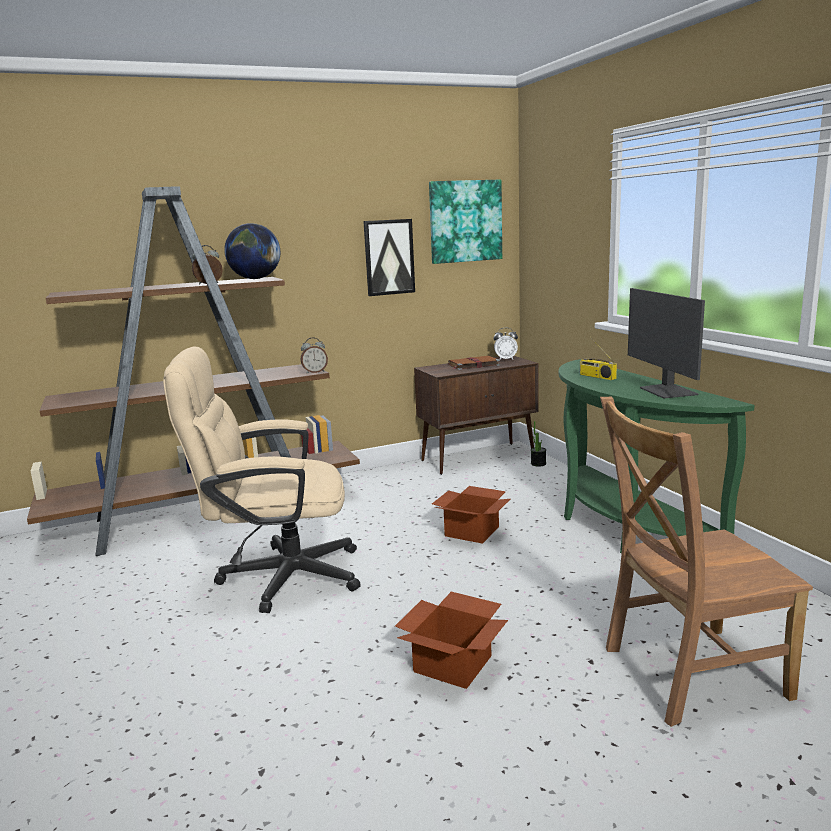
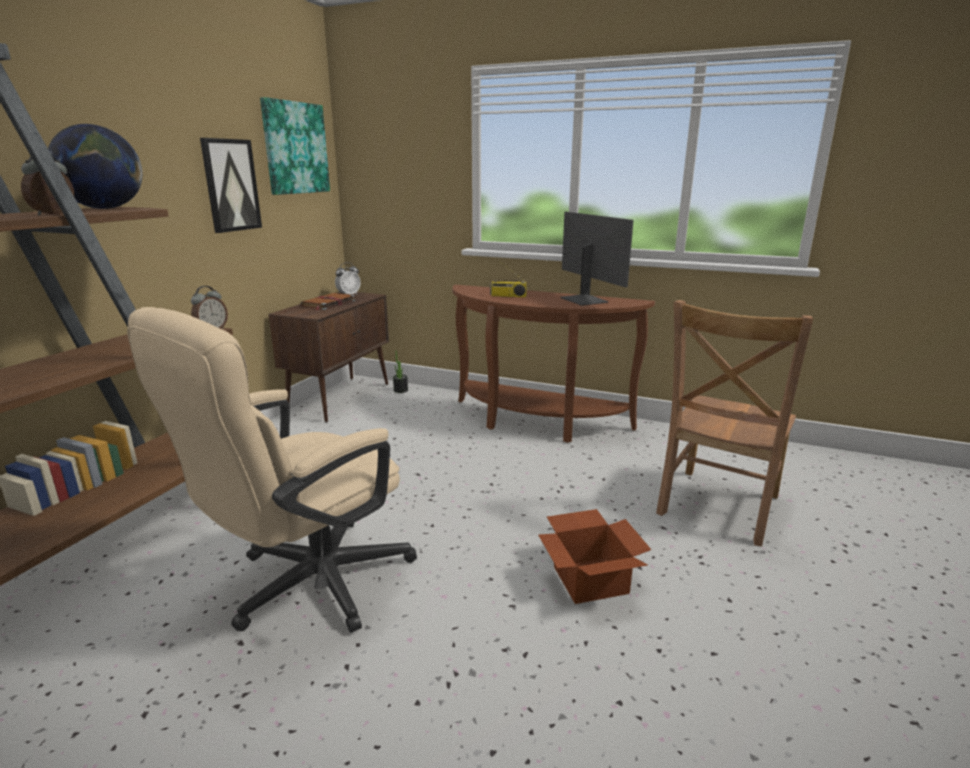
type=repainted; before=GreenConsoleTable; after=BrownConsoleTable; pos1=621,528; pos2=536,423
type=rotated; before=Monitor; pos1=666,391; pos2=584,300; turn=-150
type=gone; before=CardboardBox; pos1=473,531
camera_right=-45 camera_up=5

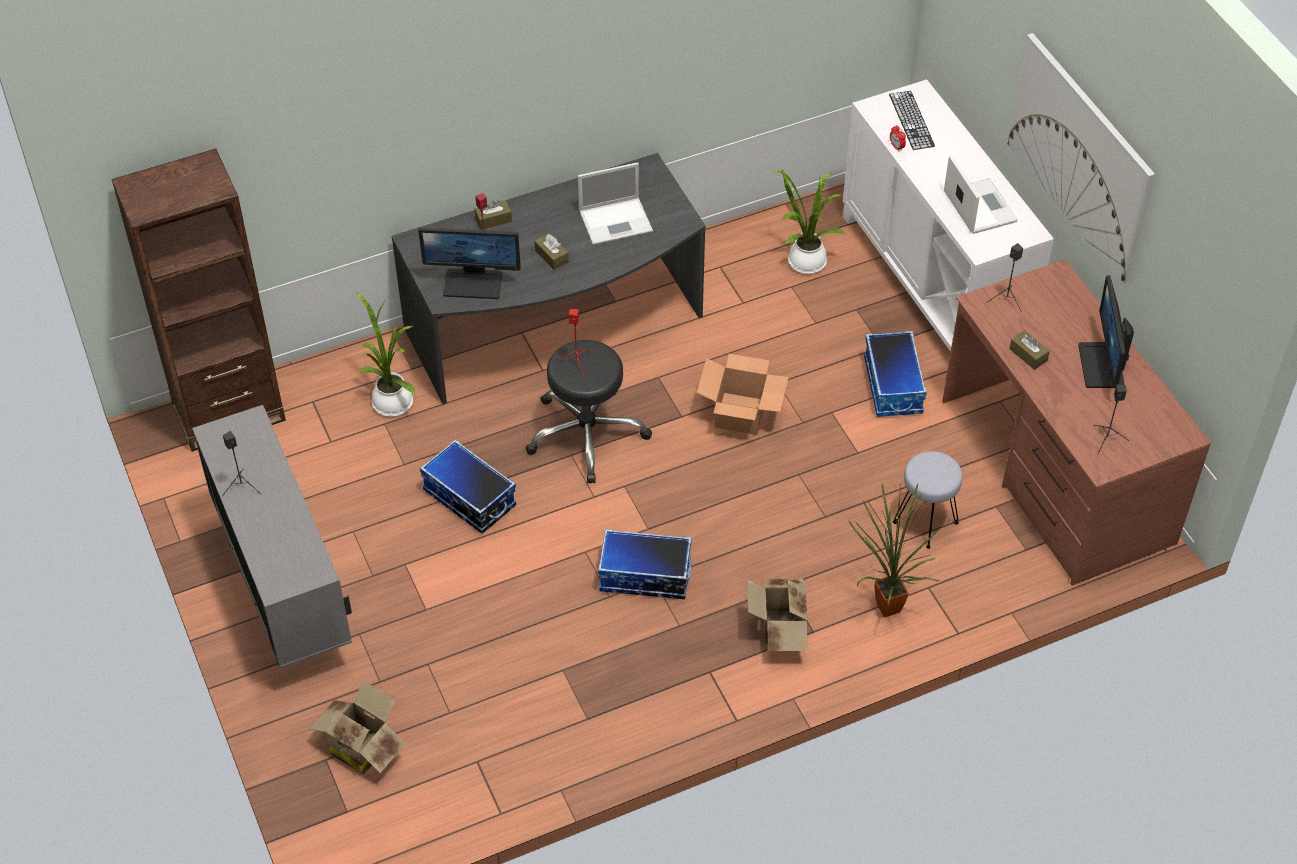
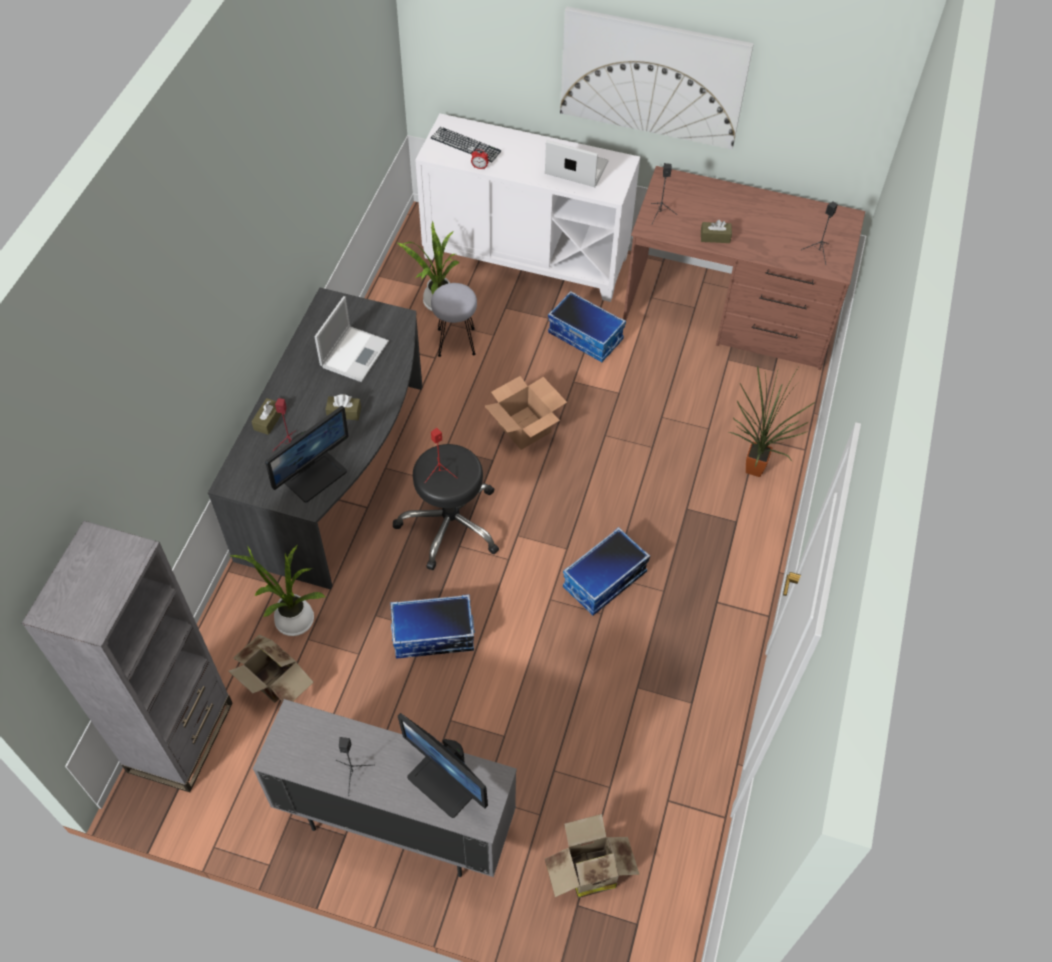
type=repainted; before=BrownBookcase; after=GreyBookcase; pos1=229,412; pos2=181,737
type=shifted; before=CardboardBox; pos1=779,630; pos2=274,684
type=shifted; before=Monitor; pos1=1102,365; pos2=445,782
type=shifted; before=GreyStool; pos1=925,522; pos2=455,342
camera_right=-50 camera_up=5

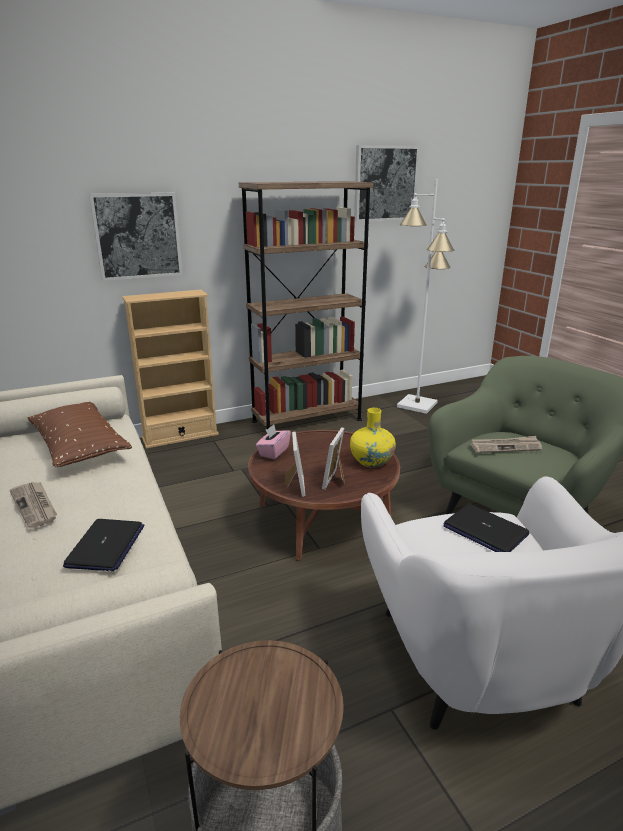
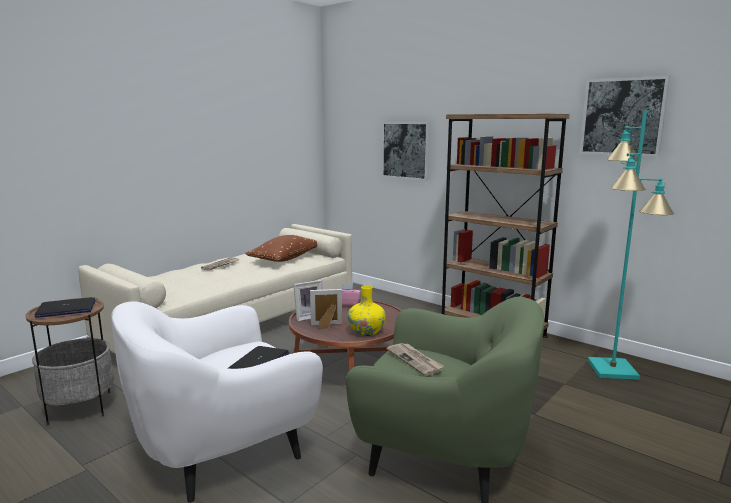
type=shifted; before=Laptop; pos1=106,546; pos2=66,309
type=repainted; before=WhiteFloorLamp; after=TurquoiseFloorLamp; pos1=416,404; pos2=612,369
type=gone; before=BeigeBookcase; pos1=180,436
camera_right=65 camera_up=-10

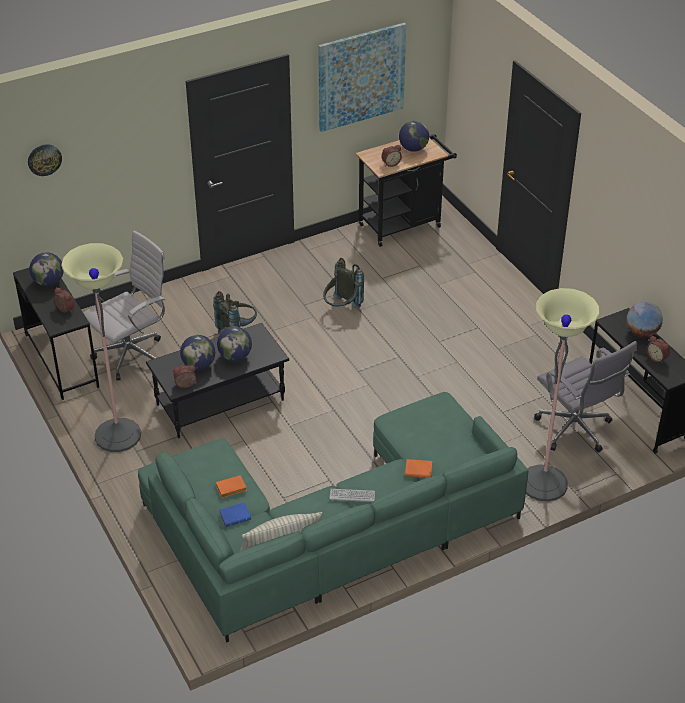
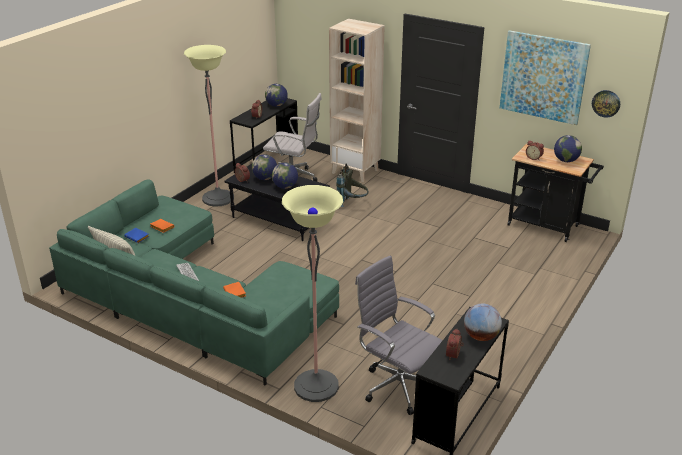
type=new; after=BeigeBookcase; pos2=355,171
type=rotated; before=GreyOfficeChair; pos1=576,431; pos2=396,385; turn=105
type=shifted; before=WallClock; pos1=44,159; pos2=606,103
type=gone; before=GreyBackpack; pos1=341,308
camera_right=60 camera_up=-10

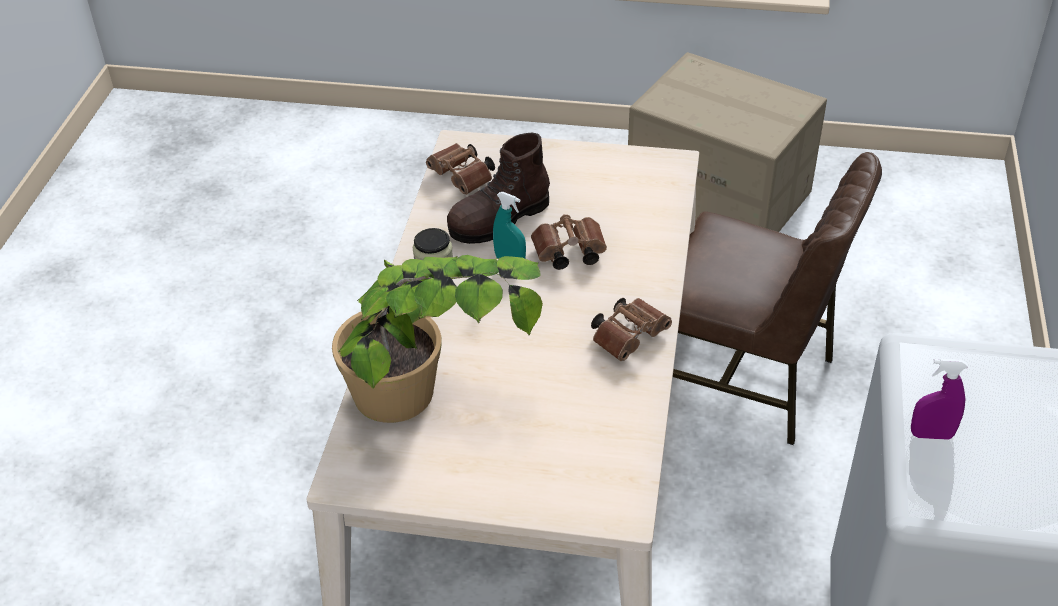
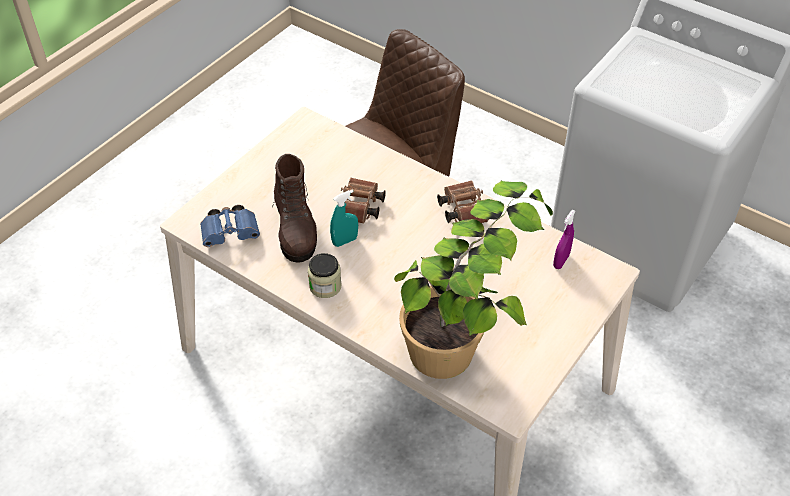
type=repainted; before=BrownBinoculars; after=BlueBinoculars; pos1=463,178; pos2=232,233
type=shifted; before=PurpleSprayBottle; pos1=931,435; pos2=561,261
type=gone; before=CardboardBox; pos1=719,196
camera_right=-65 camera_up=5

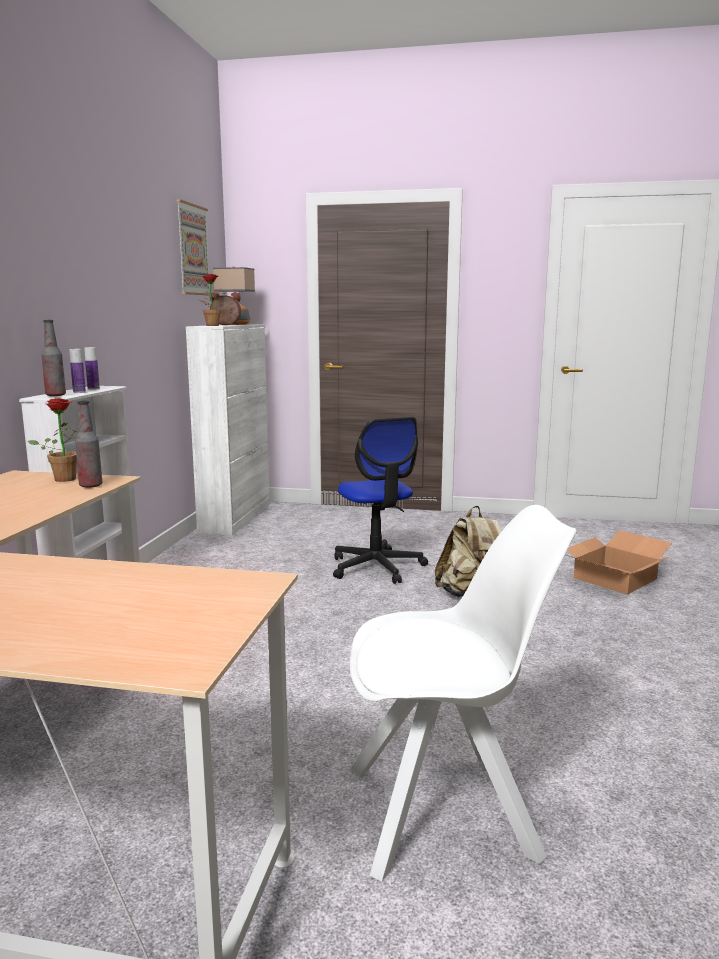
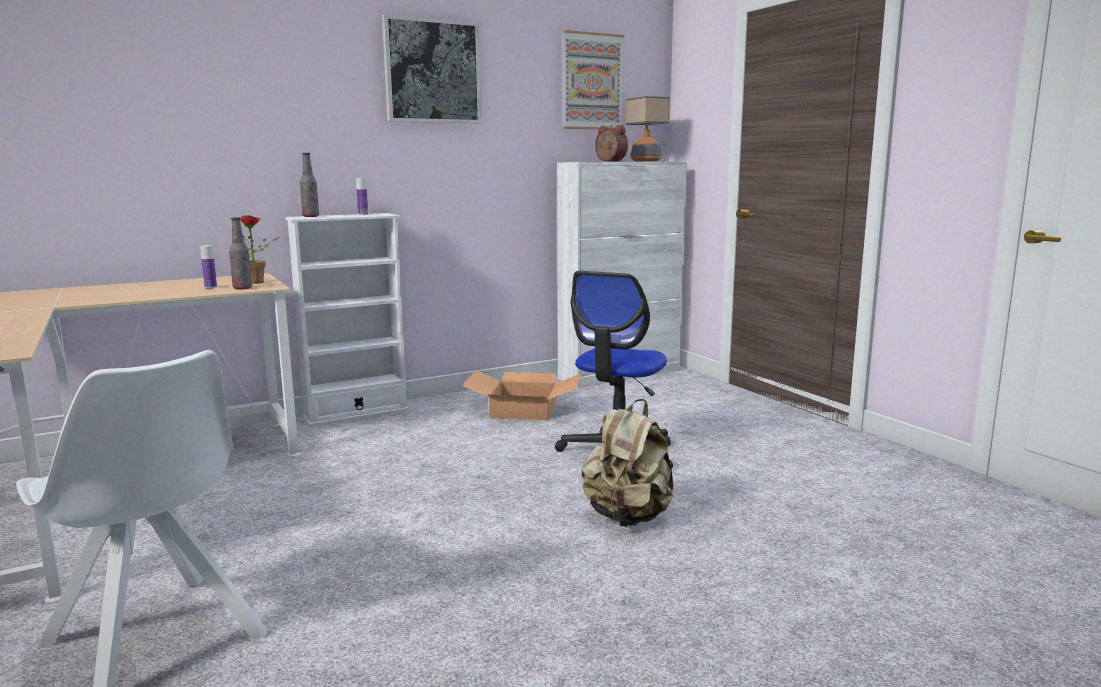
type=shifted; before=Bottle; pos1=79,392; pos2=210,287
type=new; after=Picture; pos2=432,71
type=shifted; before=CardboardBox; pos1=614,578; pos2=525,409
type=gone; before=PottedPlant; pos1=211,325
camera_right=50 camera_up=0

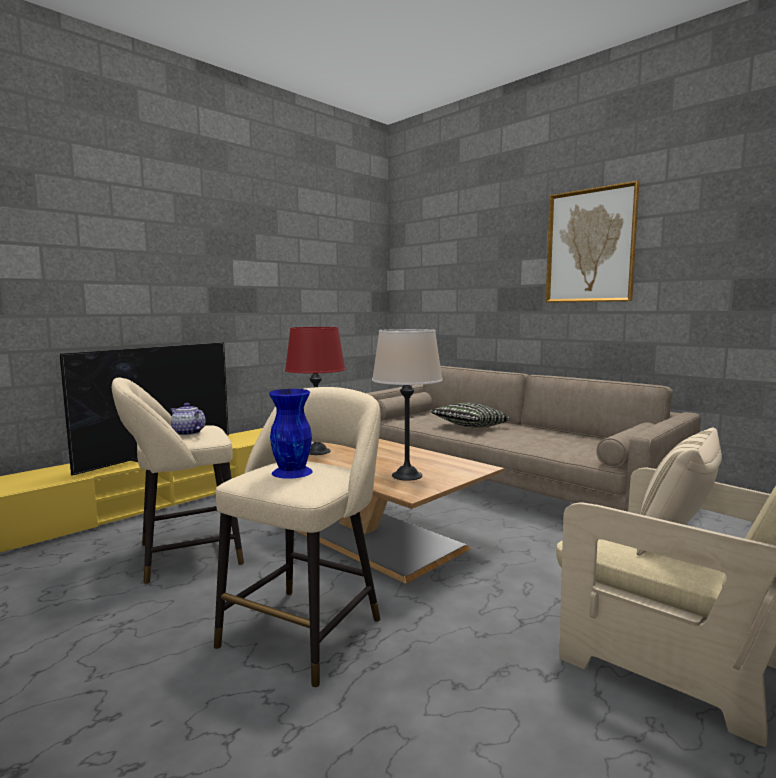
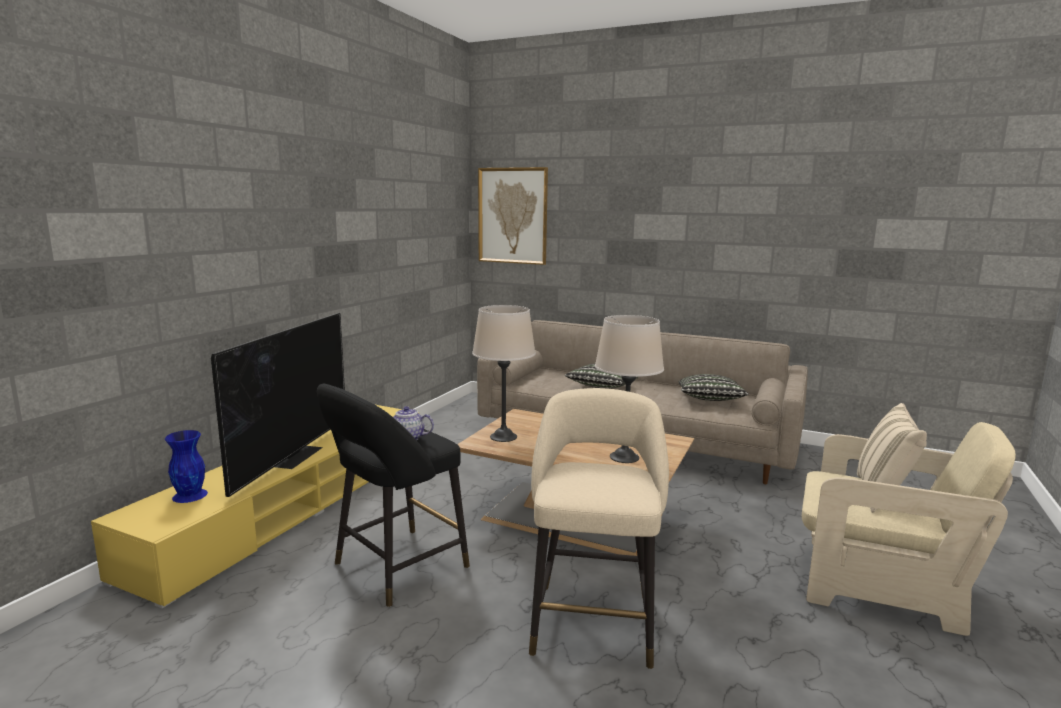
type=shifted; before=BlueVase; pos1=293,472; pos2=190,495
type=repainted; before=BeigeStool; after=BlackStool; pos1=183,556; pos2=395,568
type=repainted; before=RedTableLamp; after=BeigeTableLamp; pos1=317,451; pos2=503,437
type=shifted; before=Picture; pos1=590,246; pos2=513,216
type=new; after=Pillow; pos2=710,400
camera_right=-20 camera_up=5

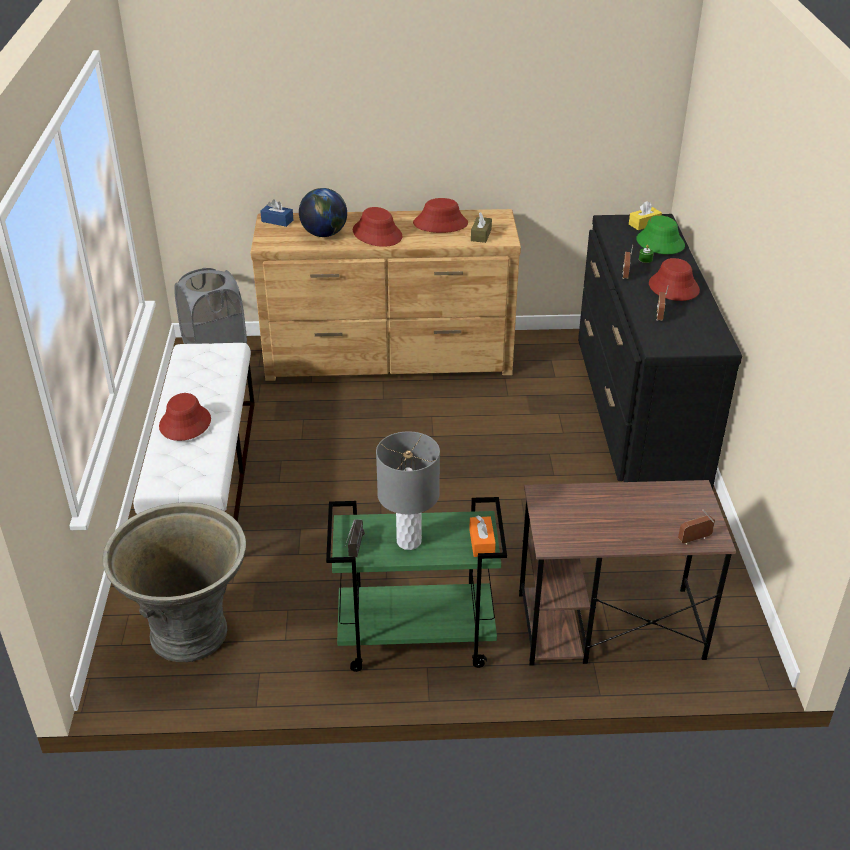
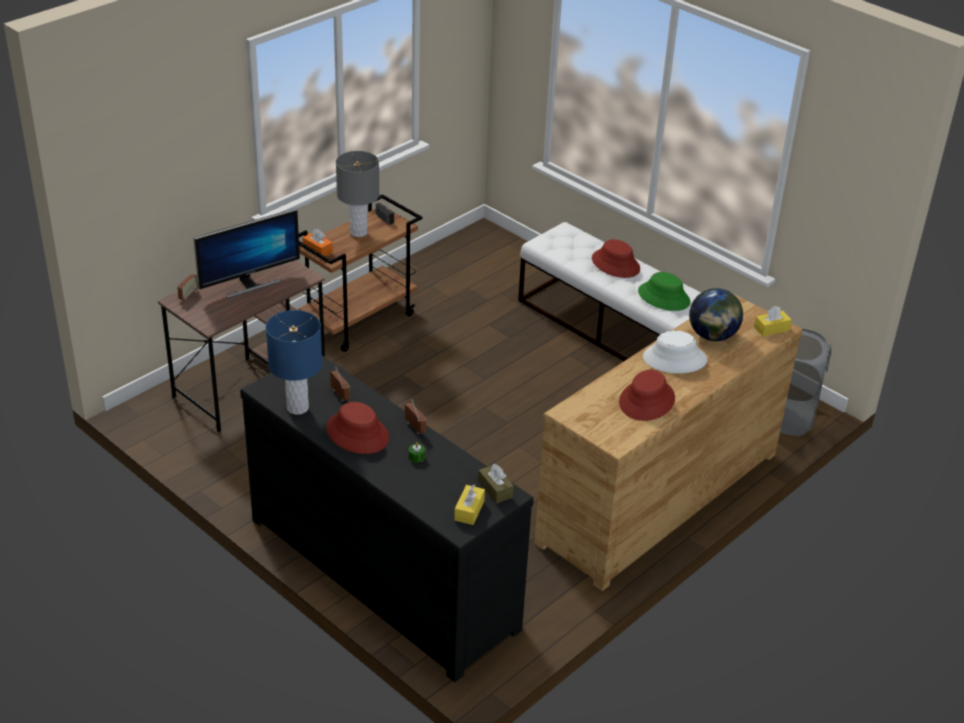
type=new; after=Monitor; pos2=250,284
type=new; after=BlueTableLamp; pos2=298,408
type=repainted; before=GreenCart; after=BrownCart; pos1=414,640; pos2=359,320
type=shifted; before=BrownTissueBox; pos1=481,235; pos2=495,489
type=shifted; before=GreenHat; pos1=660,243; pos2=664,297
type=repainted; before=RedHat; after=WhiteHat; pos1=377,234; pos2=674,359
type=repainted; before=BlueTissueBox; after=YellowTissueBox; pos1=277,221; pos2=771,329
type=gone; before=GreyPlanter; pos1=191,634
camera_right=135 camera_up=0

